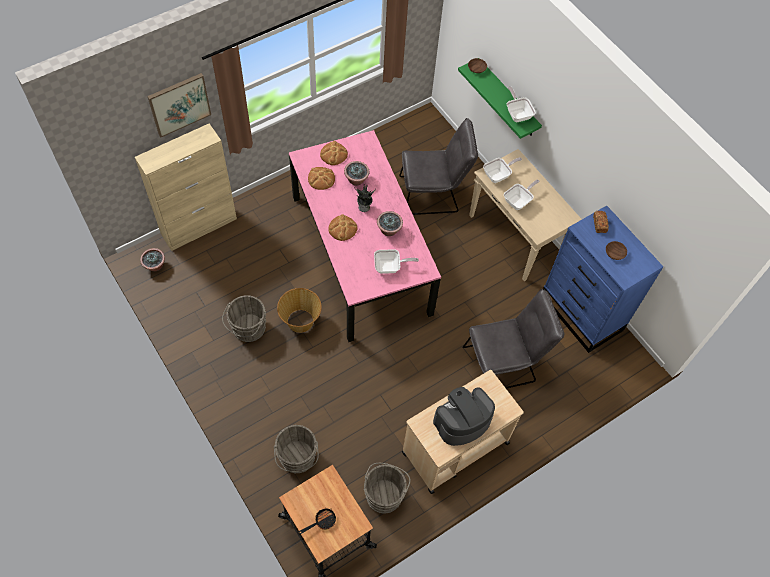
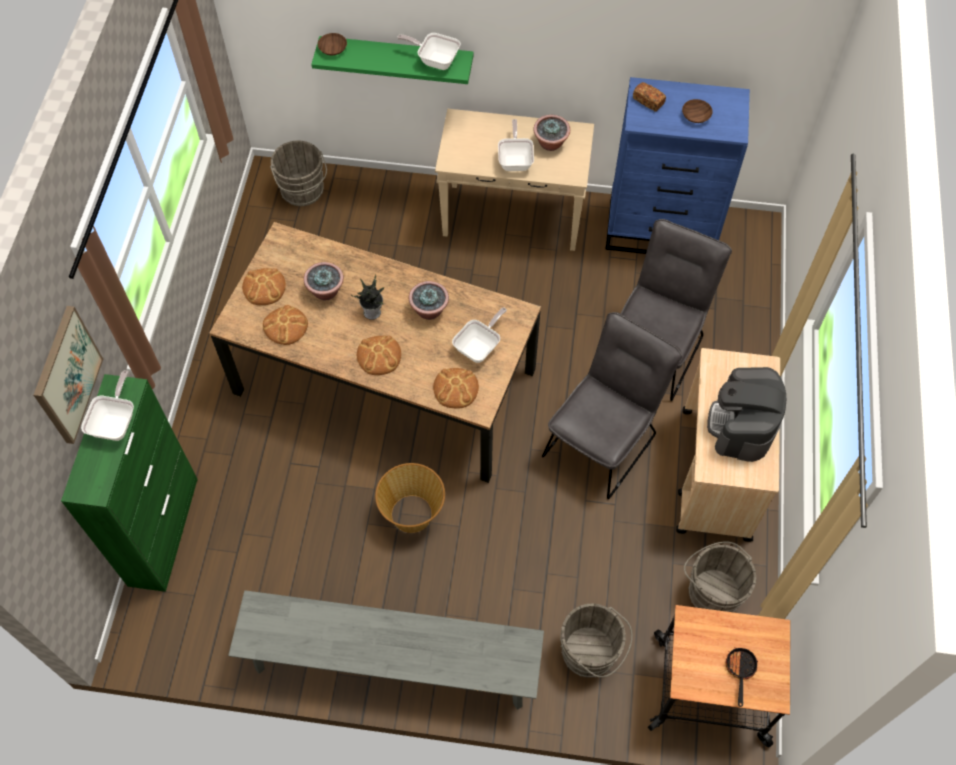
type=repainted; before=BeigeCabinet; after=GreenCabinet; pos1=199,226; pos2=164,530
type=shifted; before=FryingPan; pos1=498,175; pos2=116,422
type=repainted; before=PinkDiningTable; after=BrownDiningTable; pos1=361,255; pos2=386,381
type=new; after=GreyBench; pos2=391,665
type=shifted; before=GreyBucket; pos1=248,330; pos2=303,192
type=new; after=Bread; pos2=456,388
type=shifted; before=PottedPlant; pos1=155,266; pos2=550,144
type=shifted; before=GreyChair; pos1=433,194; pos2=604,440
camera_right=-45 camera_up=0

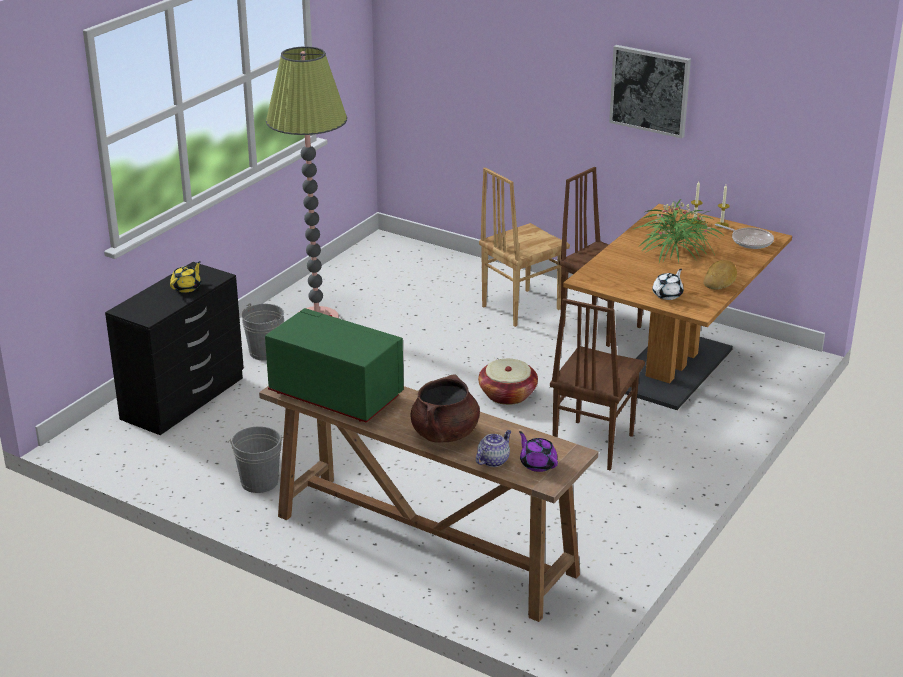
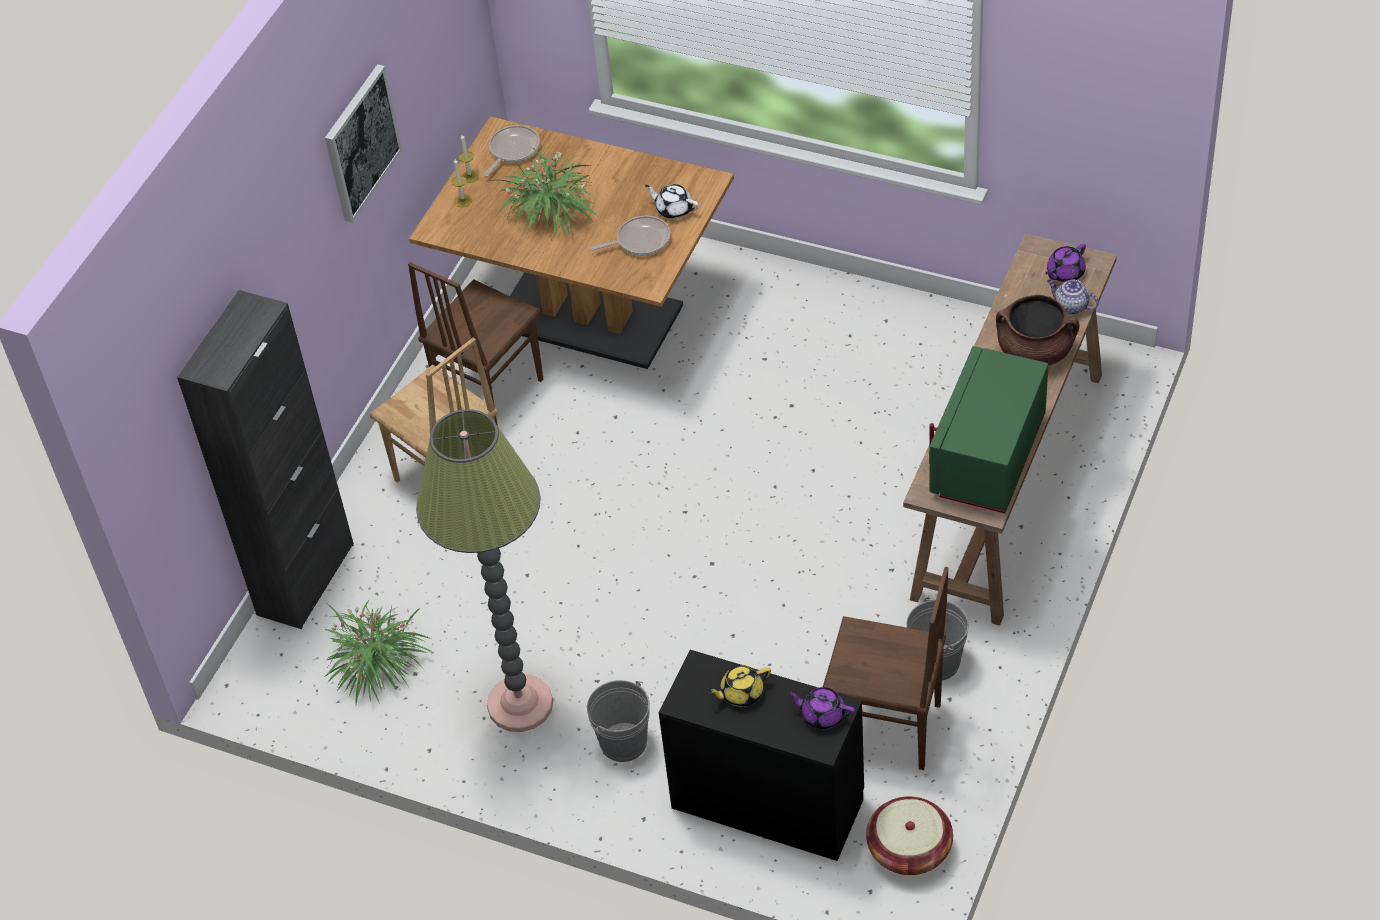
type=new; after=BlackCabinet; pos2=305,579
type=new; after=PottedPlant; pos2=377,665
type=new; after=FryingPan; pos2=640,241
type=rotated; before=YellowTeapot; pos1=186,287; pos2=741,693; turn=-45
type=new; after=PurpleTeapot; pos2=822,715
type=shifted; before=BrownChair; pos1=591,445; pos2=887,730
type=shifted; before=Basket; pos1=507,394; pos2=909,849
type=gone; before=Bread; pos1=720,279
camera_right=-95 camera_up=20

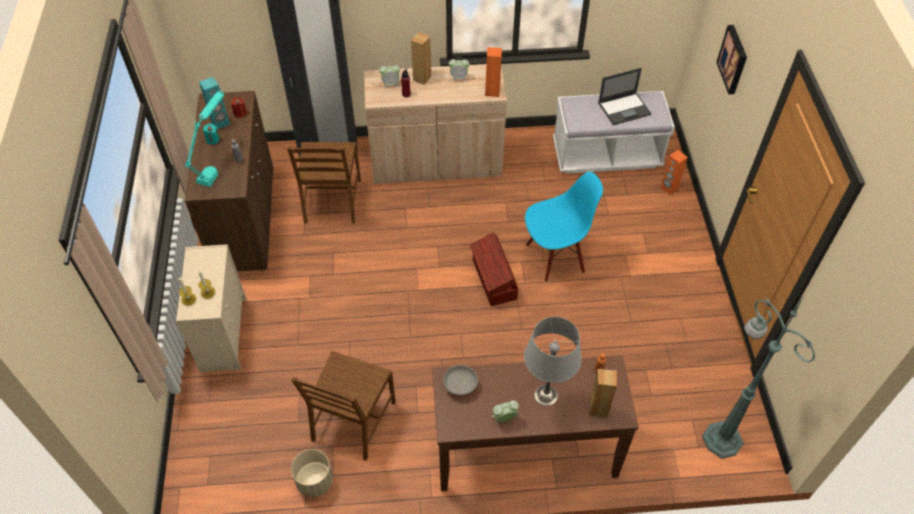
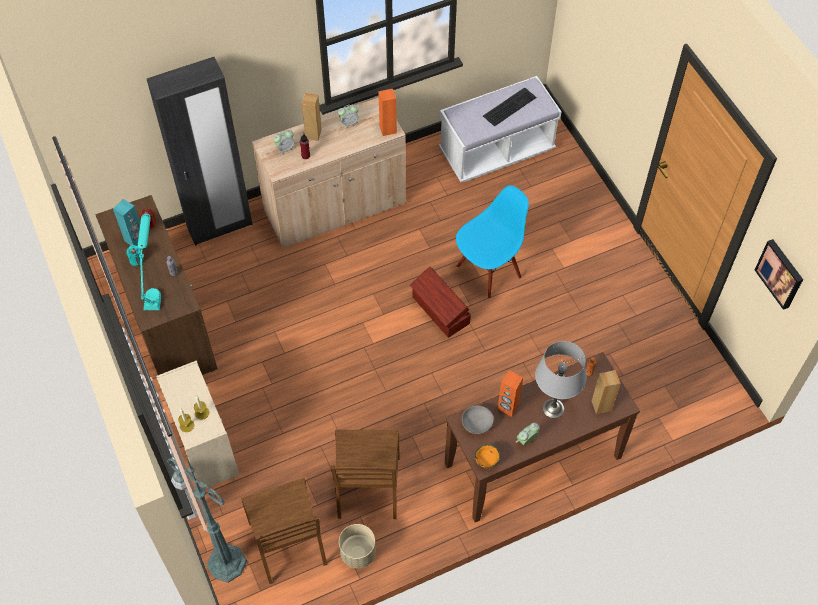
type=shifted; before=GreenFloorLamp; pos1=721,438; pos2=225,561
type=shifted; before=BrownChair; pos1=332,201; pos2=289,543
type=new; after=OrangeBowl; pos2=487,461
type=swapped; before=Laptop; after=Keyboard; pos1=624,108; pos2=509,106
type=shifted; before=OrangeSpeaker; pos1=669,188; pos2=508,407
type=shifted; before=Picture; pos1=734,59; pos2=780,273
camera_right=-20 camera_up=5

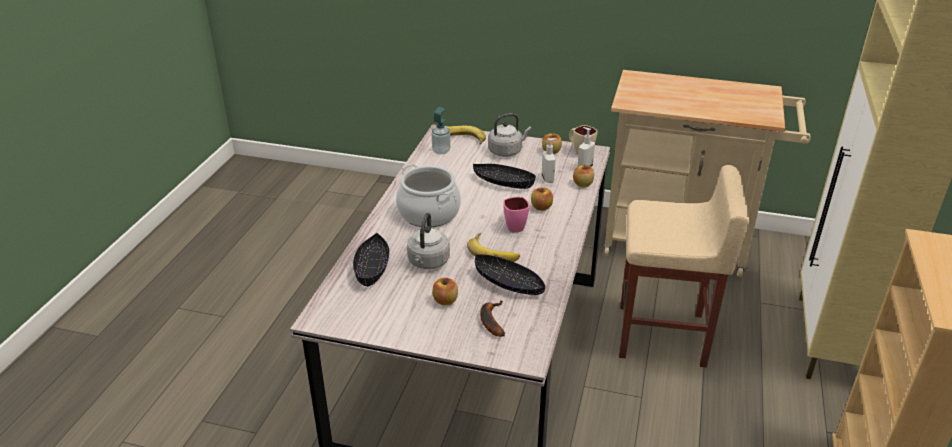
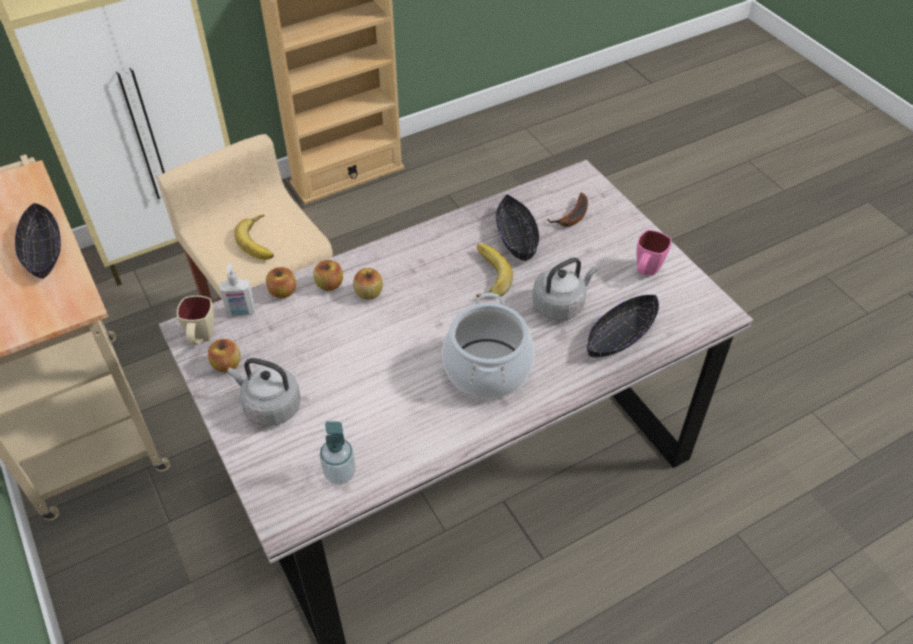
type=shifted; before=BlackBowl; pos1=503,182; pos2=43,251
type=shifted; before=Banana; pos1=463,139; pos2=261,241
type=shifted; before=Apple; pos1=445,301; pos2=329,285
type=shifted; before=PinkMug; pos1=514,225; pos2=646,272
type=gone; before=SoapDispenser; pos1=548,179
camera_right=-135 camera_up=15

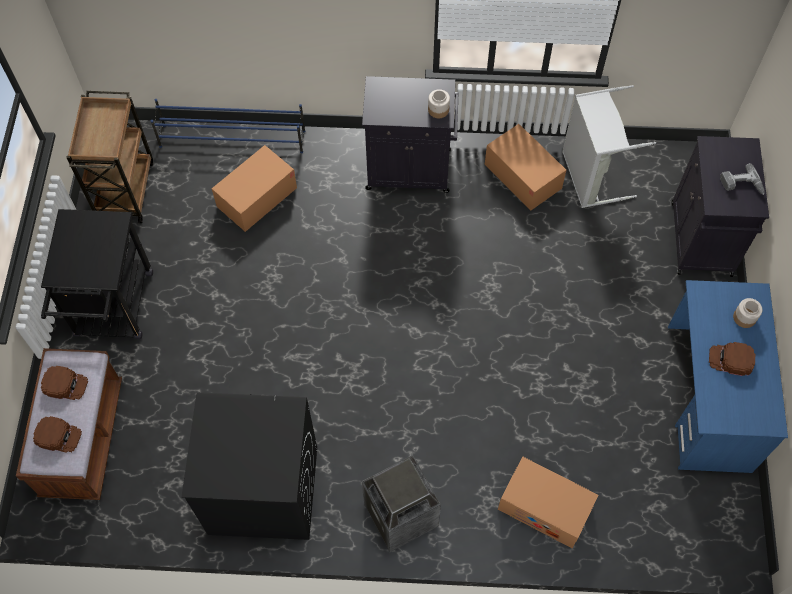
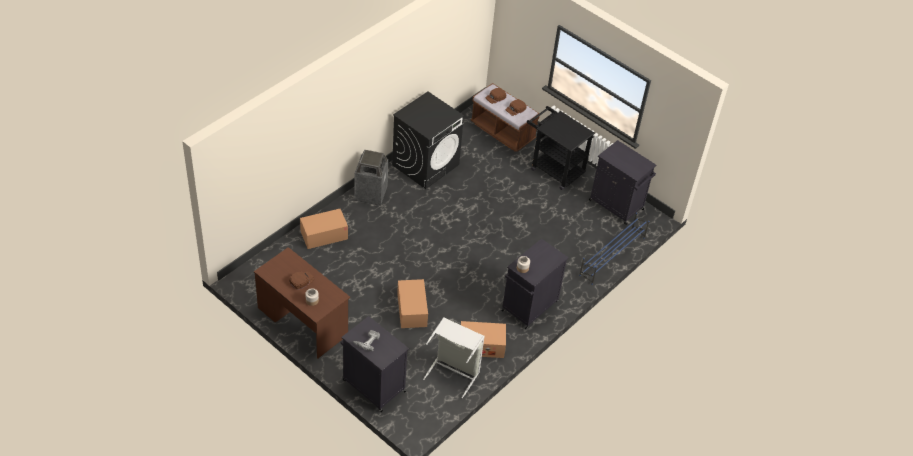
type=repainted; before=BlueDesk; after=BrownDesk; pos1=708,397; pos2=302,321
type=shifted; before=CardboardBox; pos1=257,197; pos2=412,310
type=swapped; before=BrownCart; after=BlackCabinet; pos1=125,189; pos2=617,205
camera_right=125 camera_up=-15

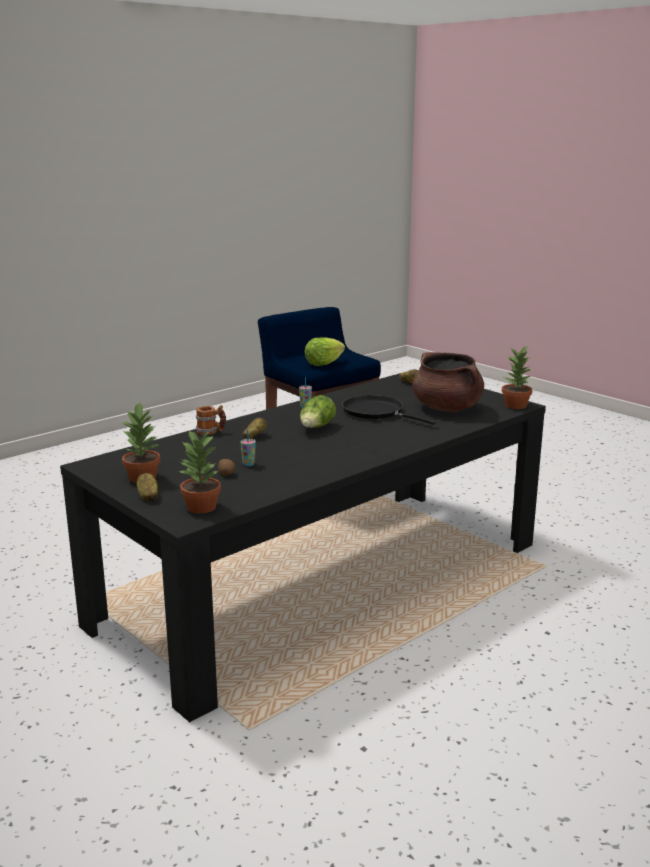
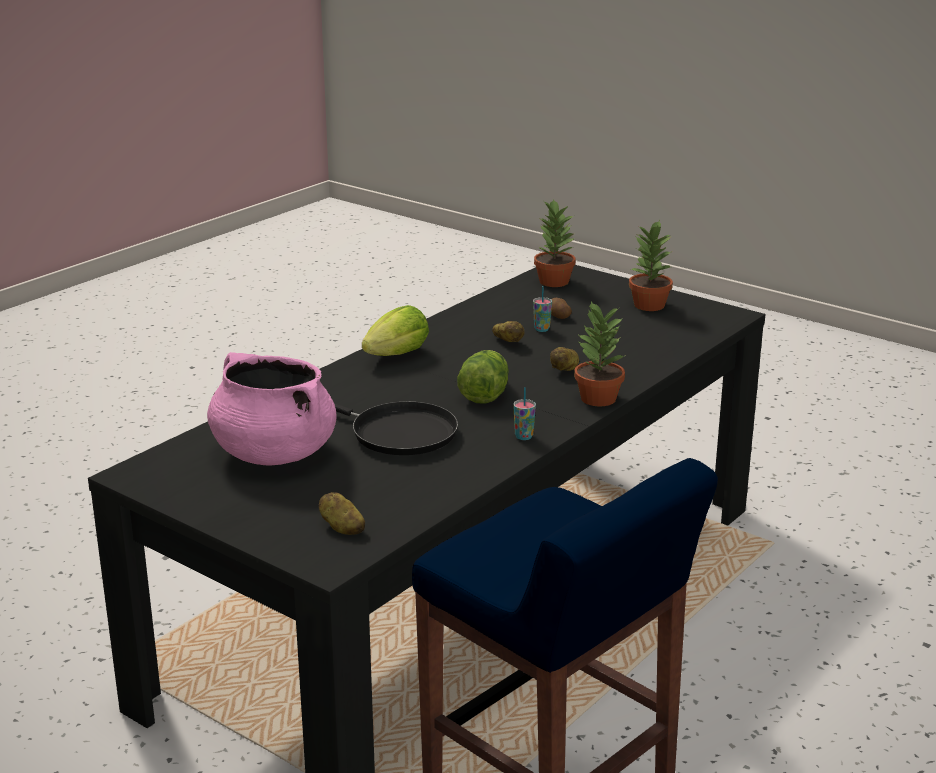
type=repainted; before=BrownCookingPot; after=PinkCookingPot; pos1=447,408; pos2=273,453
type=shifted; before=Lettuce; pos1=323,364; pos2=397,355
type=shifted; before=Potato; pos1=148,496; pos2=508,342
type=shifted; before=PottedPlant; pos1=516,406; pos2=597,398
type=gone; before=Mug; pos1=211,432
camera_right=170 camera_up=5

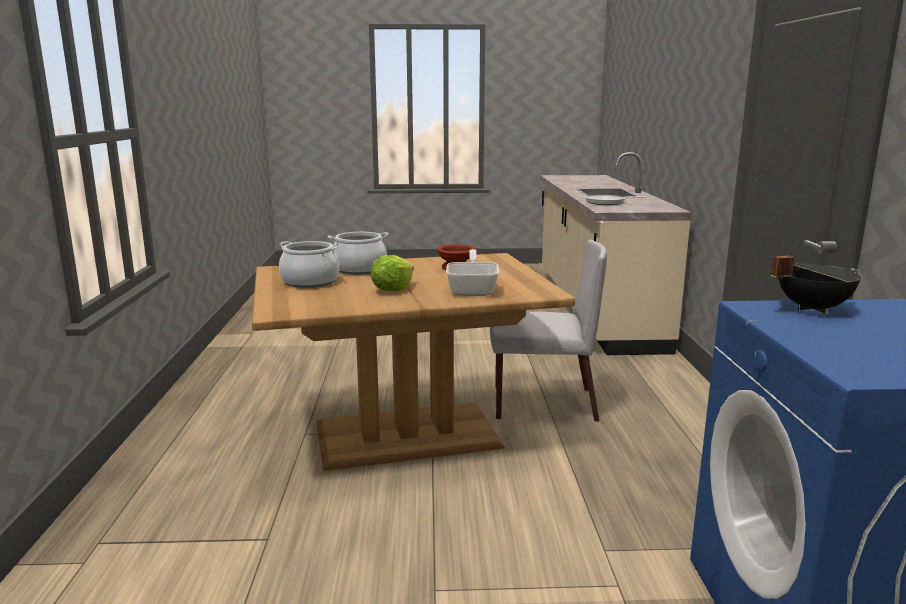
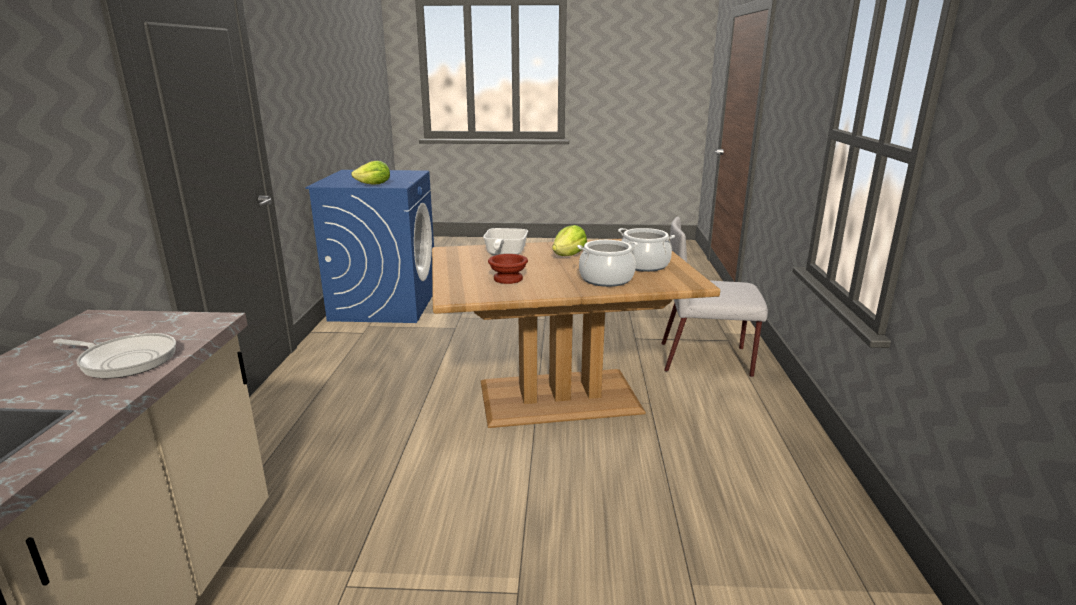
type=swapped; before=BlackCookingPot; after=Lettuce; pos1=811,308; pos2=374,184
type=shifted; before=GreyChair; pos1=542,404; pos2=707,359
camera_right=-175 camera_up=5

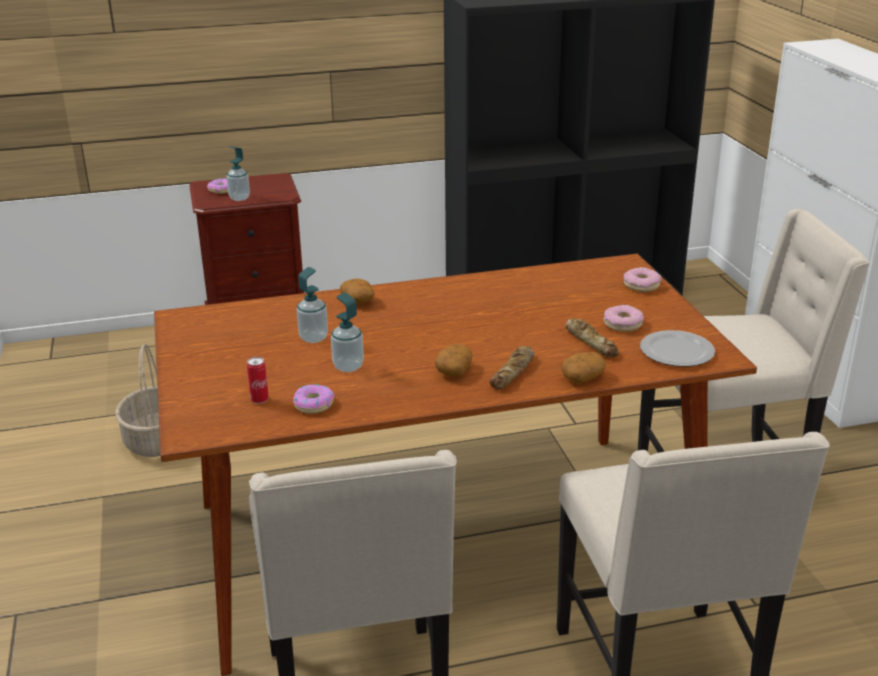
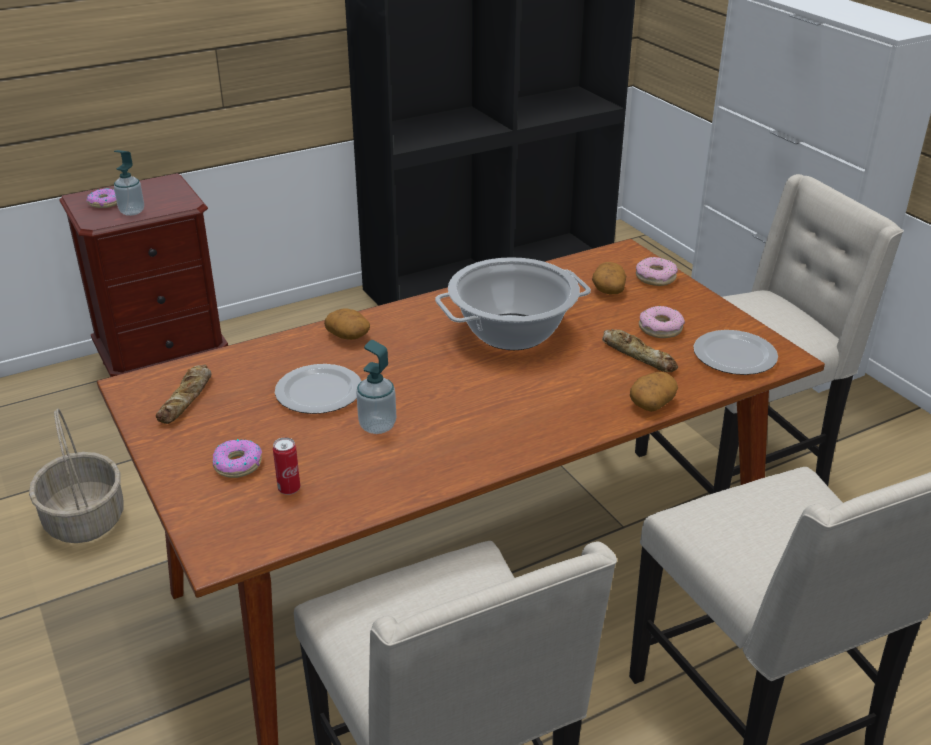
type=shifted; before=Bread; pos1=513,372; pos2=187,399
type=shifted; before=Donut; pos1=313,404; pos2=237,464
type=swapped; before=SoapDispenser; after=Plate; pos1=313,338; pos2=317,392
type=new; after=CookingPot; pos2=512,332
type=shifted; before=Potato; pos1=453,370; pos2=608,289
camera_right=-15 camera_up=5

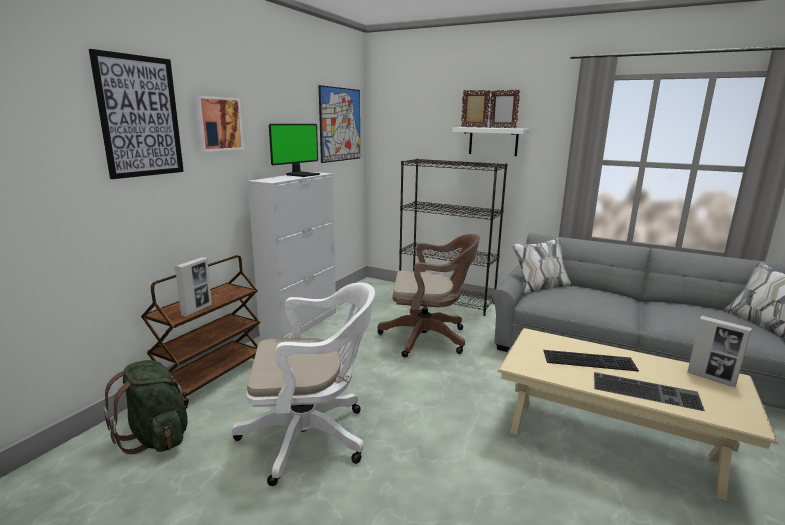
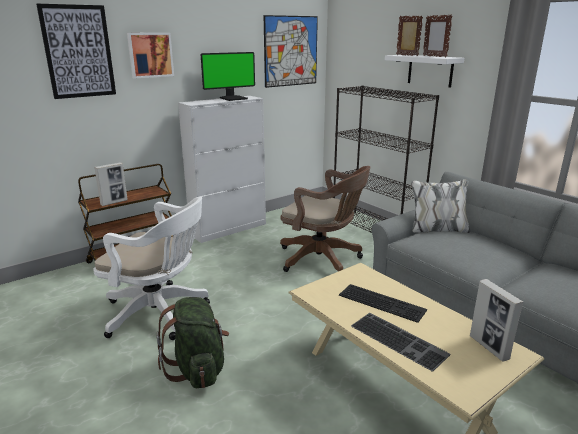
type=shifted; before=GreenBackpack; pos1=157,437; pos2=198,369
camera_right=25 camera_up=5

